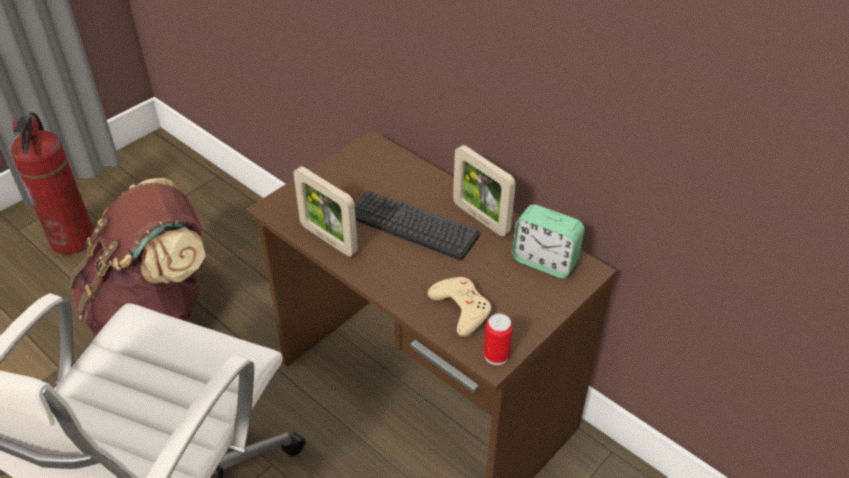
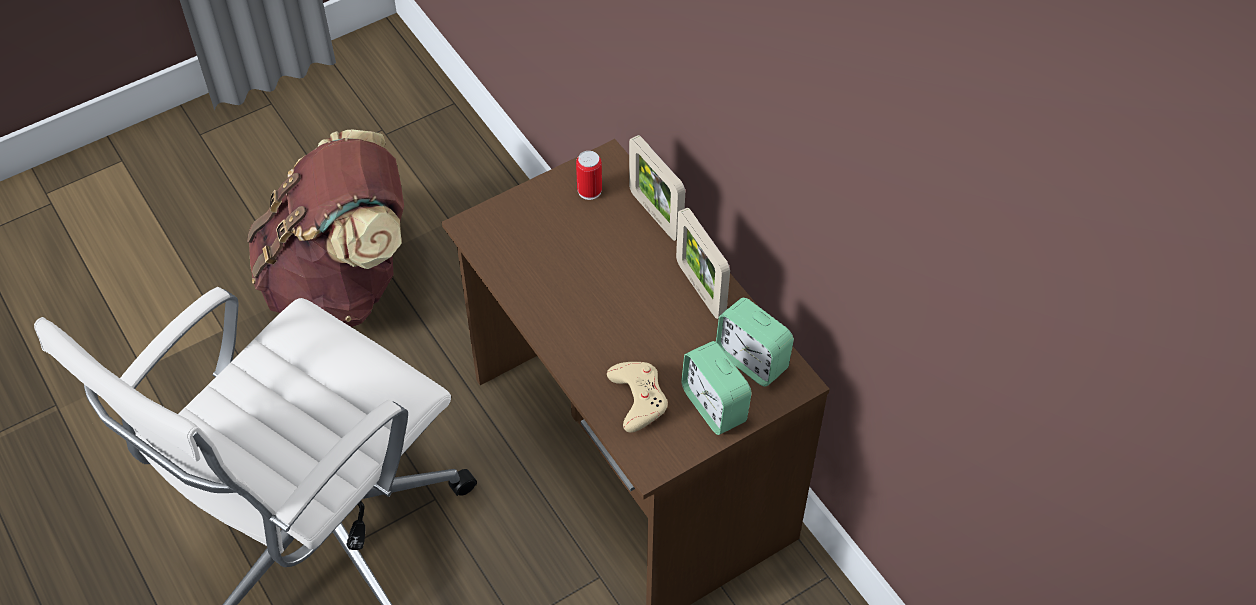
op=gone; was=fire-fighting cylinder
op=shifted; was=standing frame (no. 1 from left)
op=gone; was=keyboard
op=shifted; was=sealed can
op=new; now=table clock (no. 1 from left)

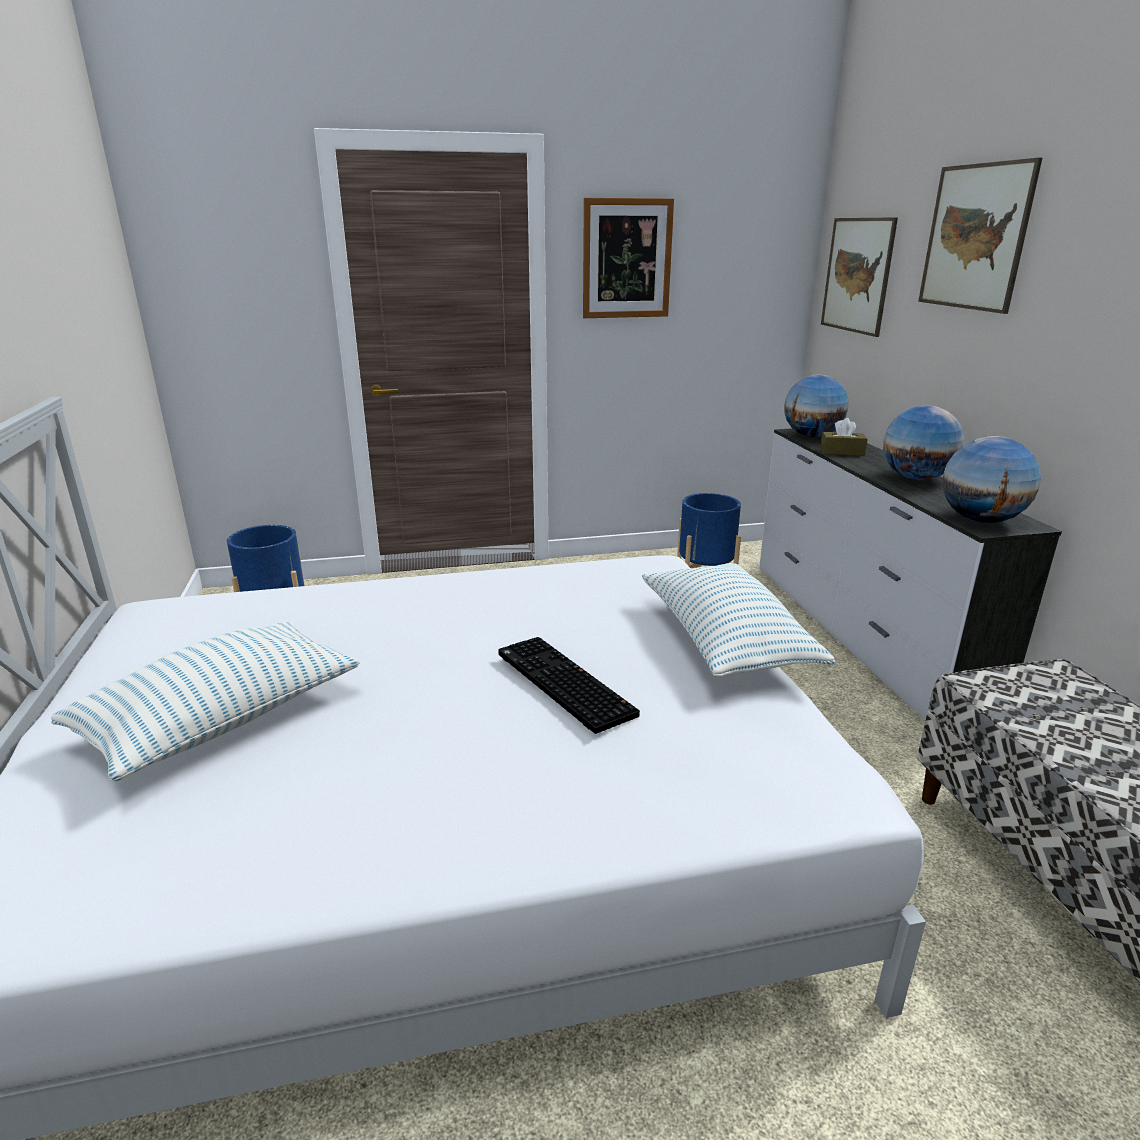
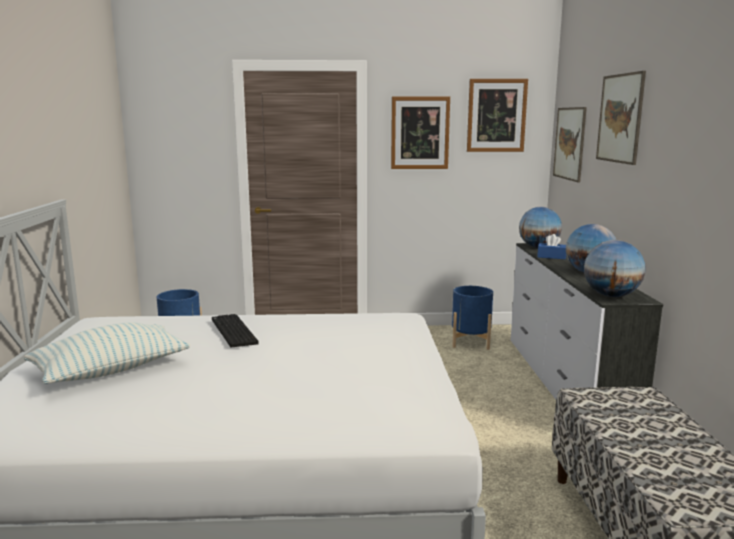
op=shifted; was=keyboard
op=gone; was=throw pillow (no. 2 from left)
op=repainted; was=brown tissue box; now=blue tissue box
op=new; now=wall picture (no. 2 from left)

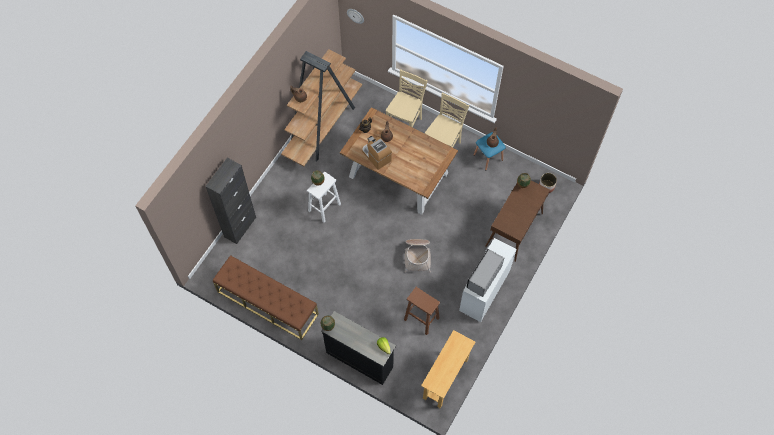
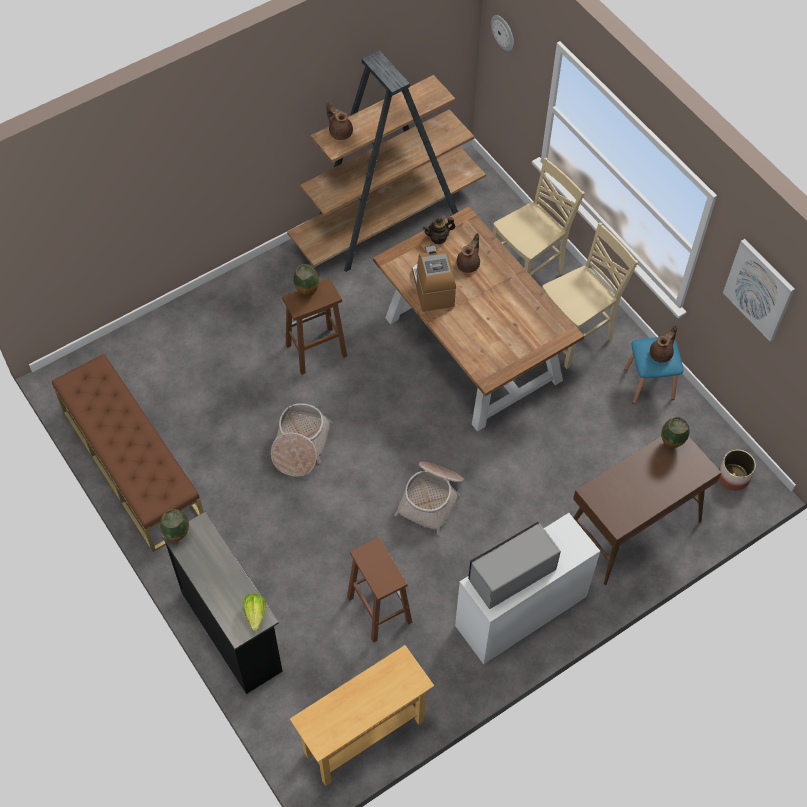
op=gone; was=black storage cabinet
op=repainted; was=whitish stool; now=brown stool (no. 1 from left)
op=new; now=household basket (no. 1 from left)
op=new; now=wall picture

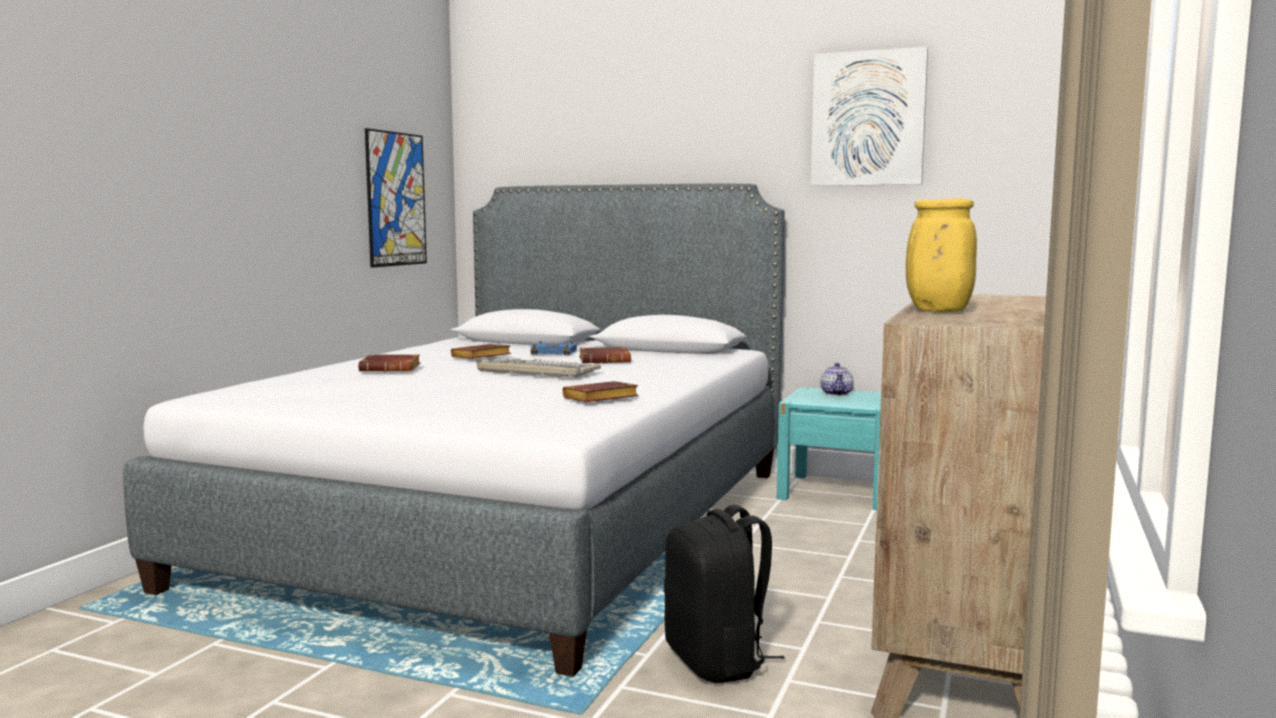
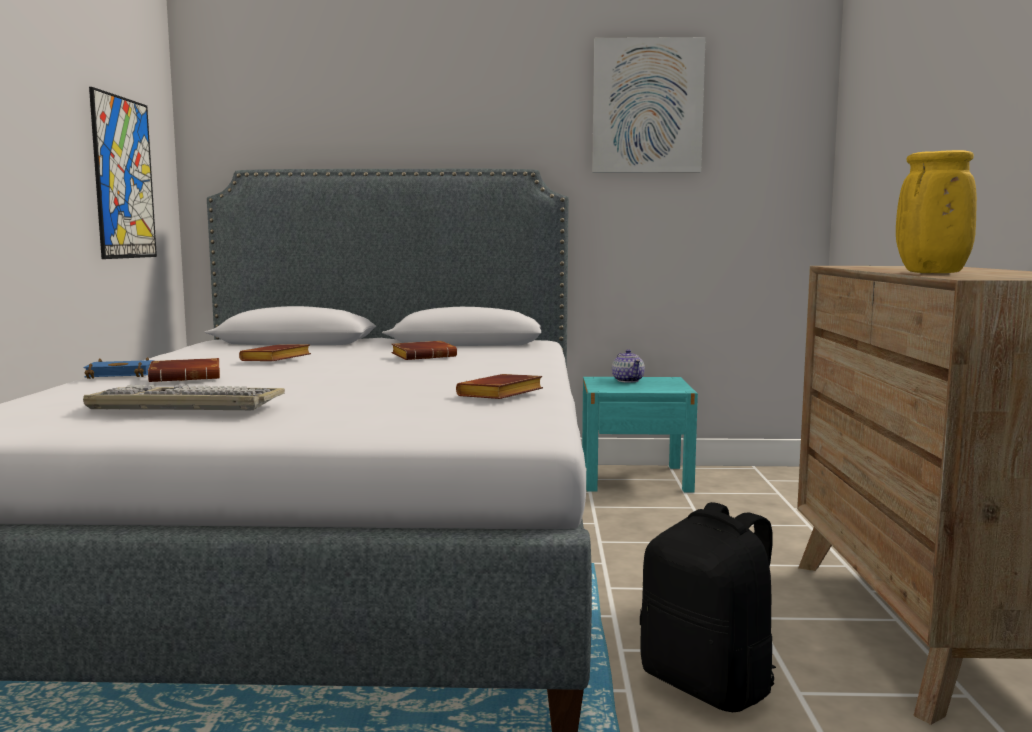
op=shifted; was=keyboard
op=shifted; was=blue volume

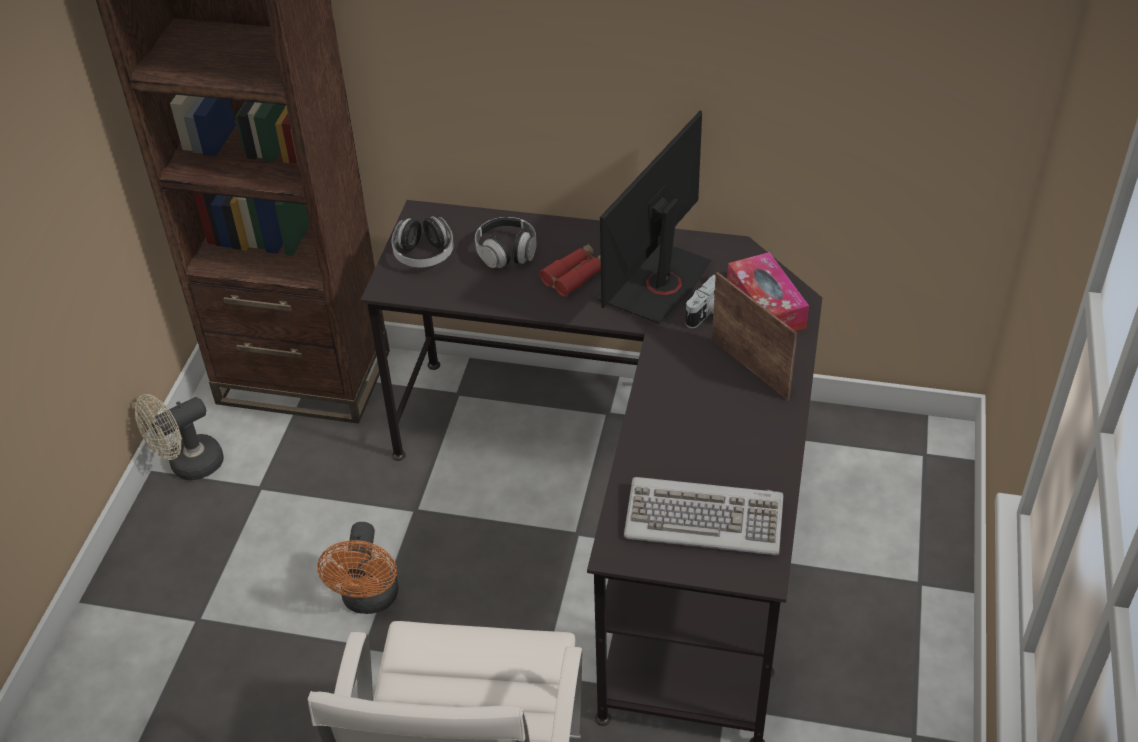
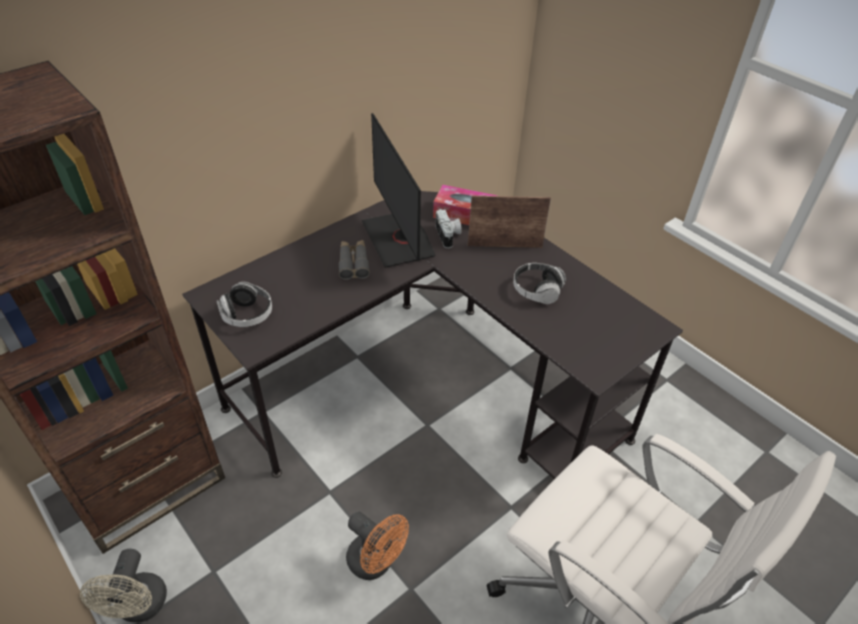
op=shifted; was=pair of headphones (no. 2 from left)
op=repainted; was=reddish pair of binoculars; now=greyish pair of binoculars
op=gone; was=keyboard

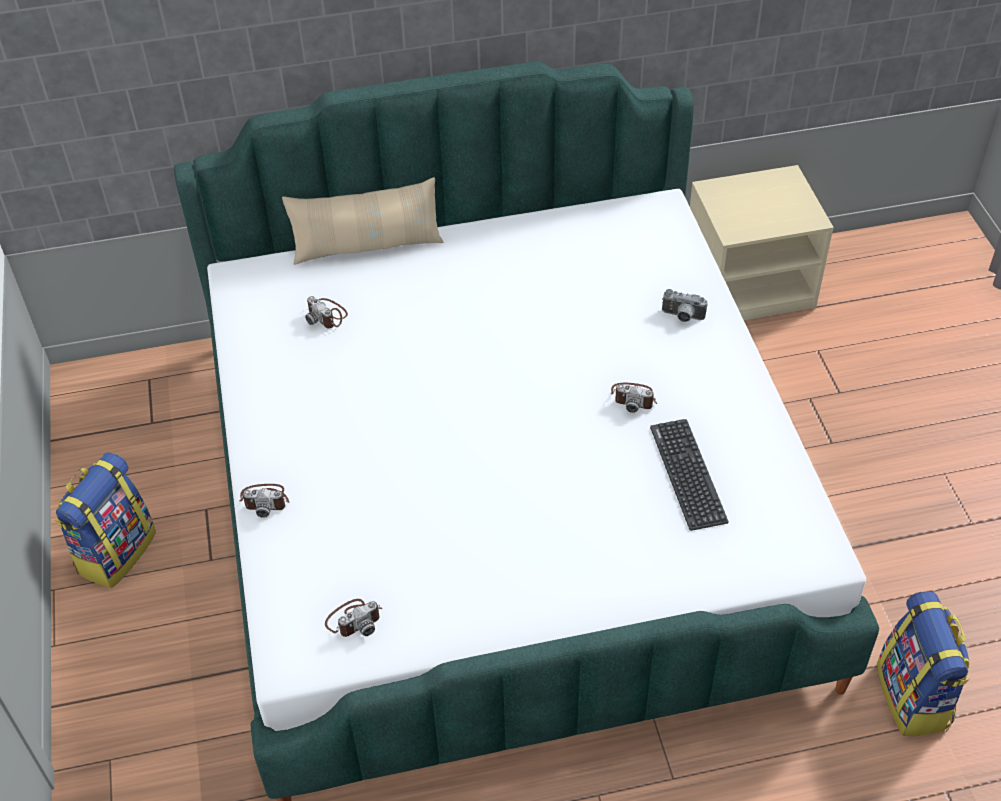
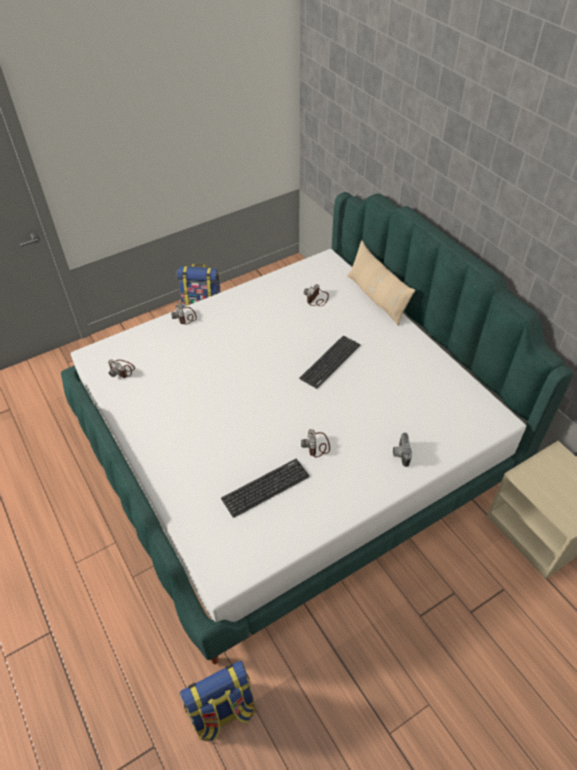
op=new; now=keyboard (no. 2 from left)

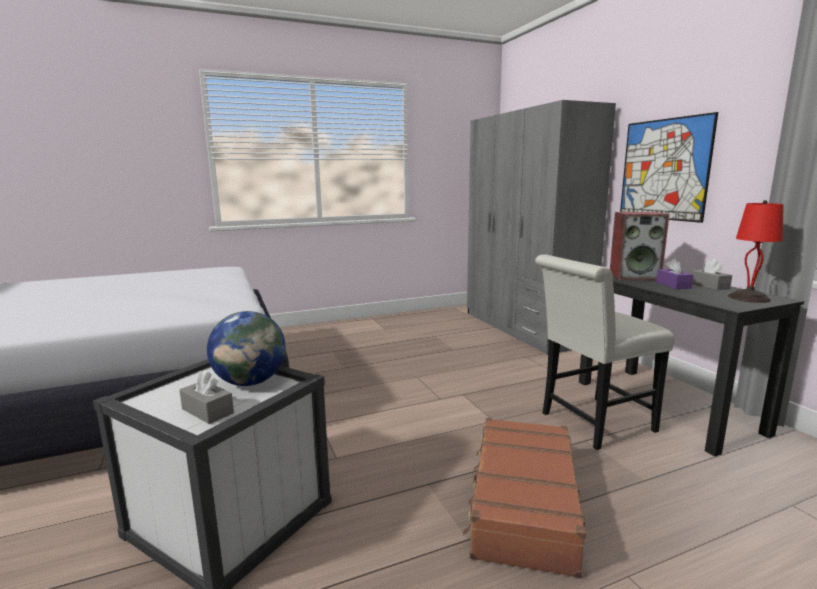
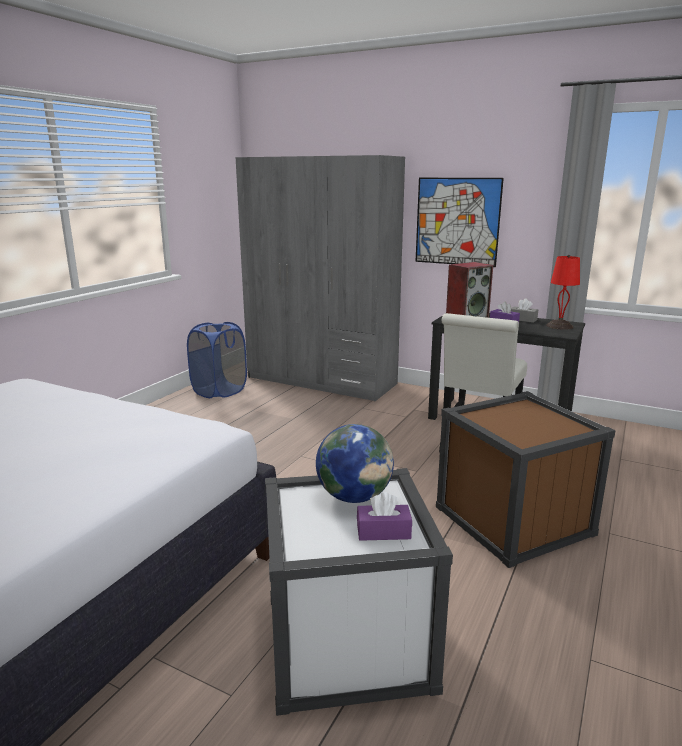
op=repainted; was=greyish tissue box (no. 1 from left); now=purple tissue box (no. 1 from left)
op=swapped; was=brown travel case; now=brown storage box
op=new; now=blue hamper

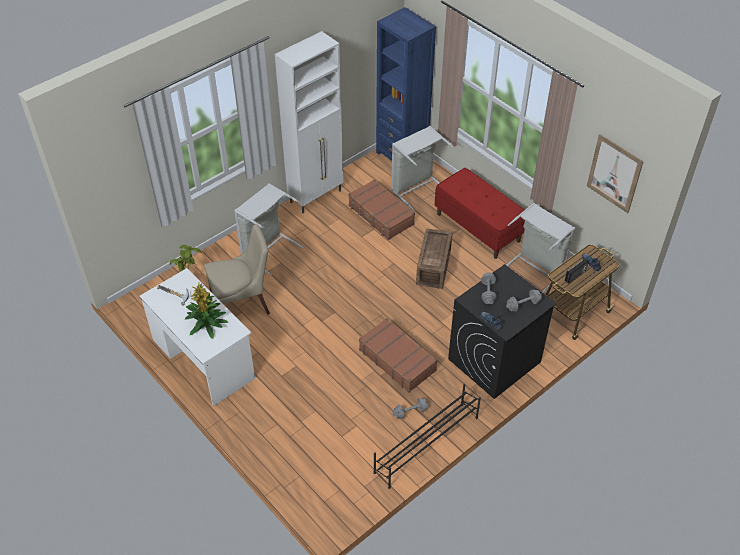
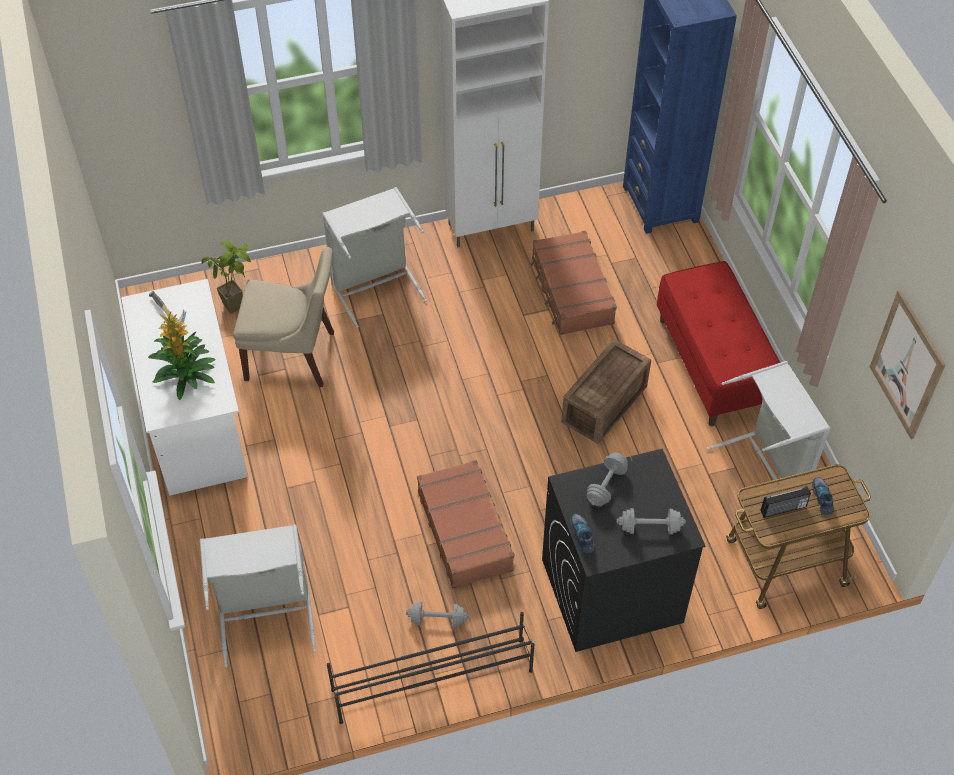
op=shifted; was=greyish hamper (no. 2 from left in the first image); now=greyish hamper (no. 1 from left)

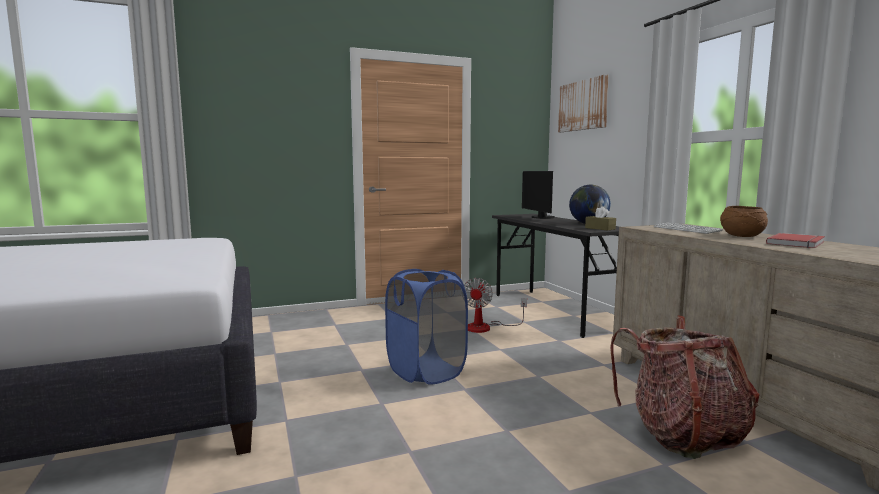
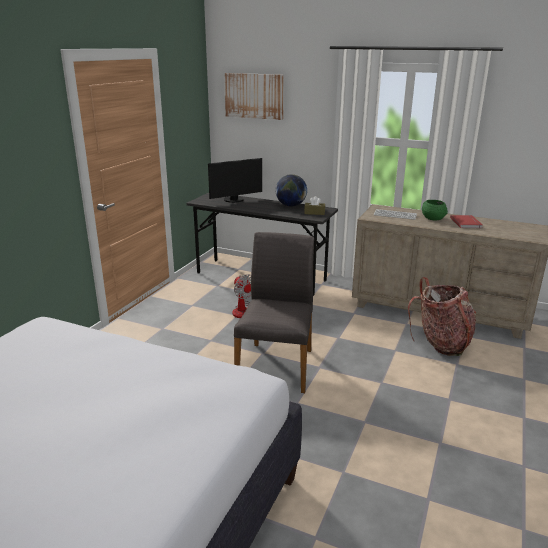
op=swapped; was=blue hamper; now=greyish upright chair
op=rotated; was=monitor; clockwise=-60
op=repainted; was=brown deep dish; now=green-coloured deep dish

